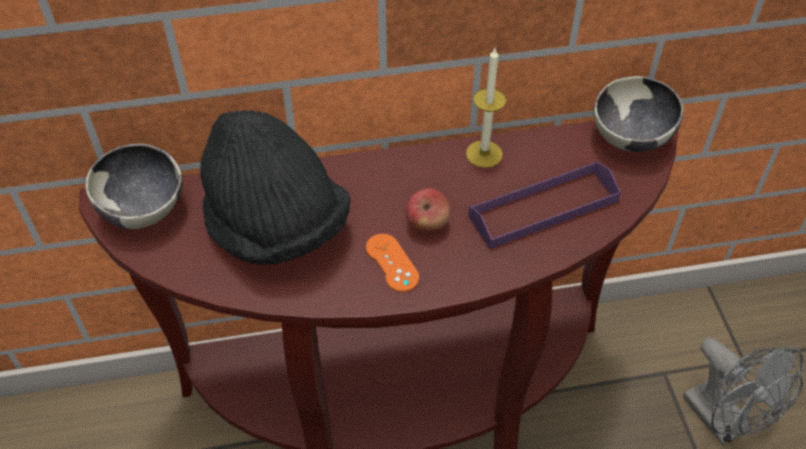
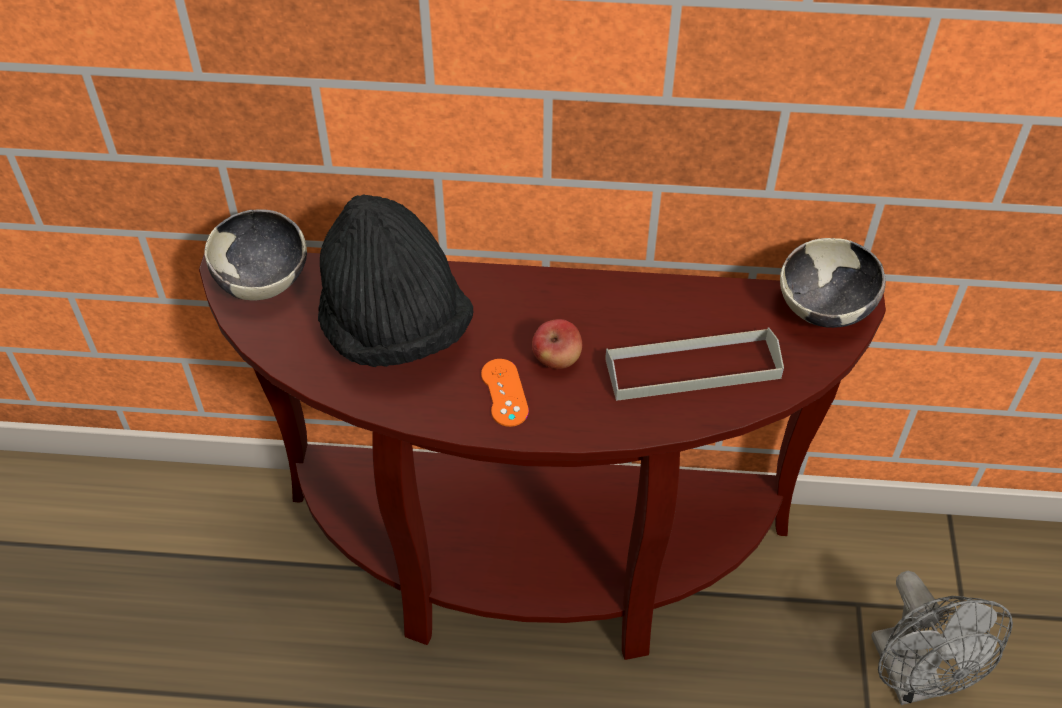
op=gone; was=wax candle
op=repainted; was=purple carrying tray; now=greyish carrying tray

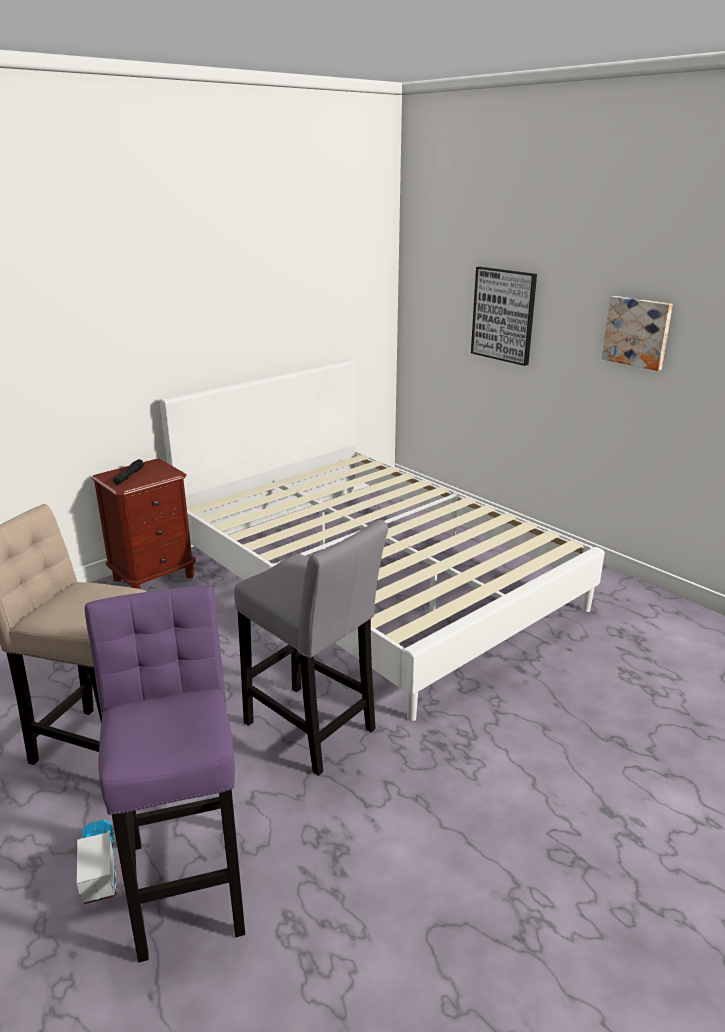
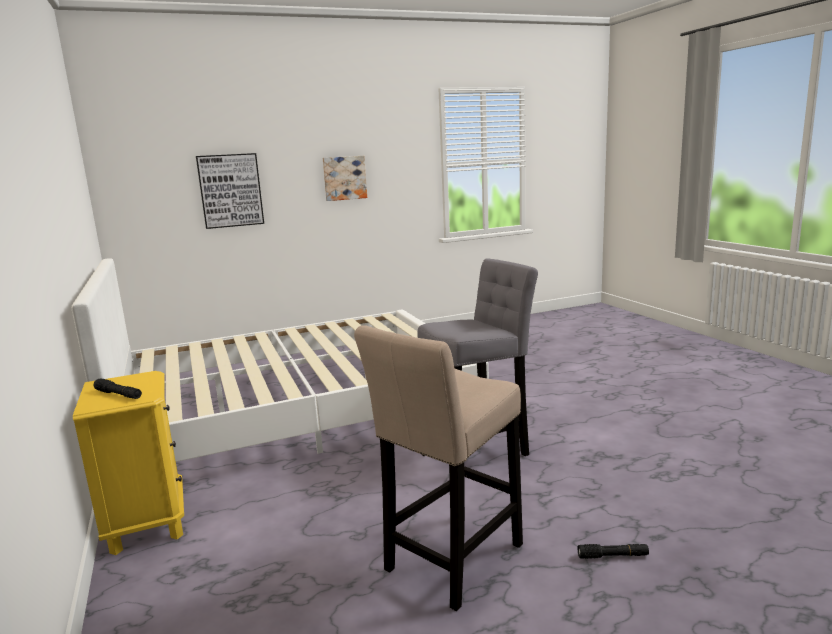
op=swapped; was=toy lorry; now=black torch (no. 2 from left)
op=gone; was=purple stool
op=repainted; was=brown nightstand; now=yellowish nightstand

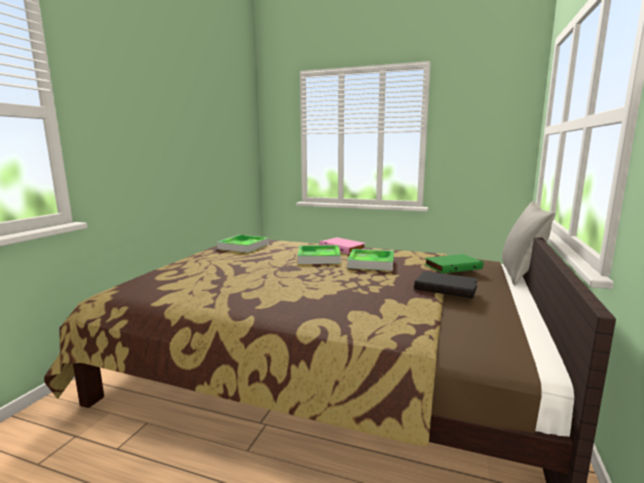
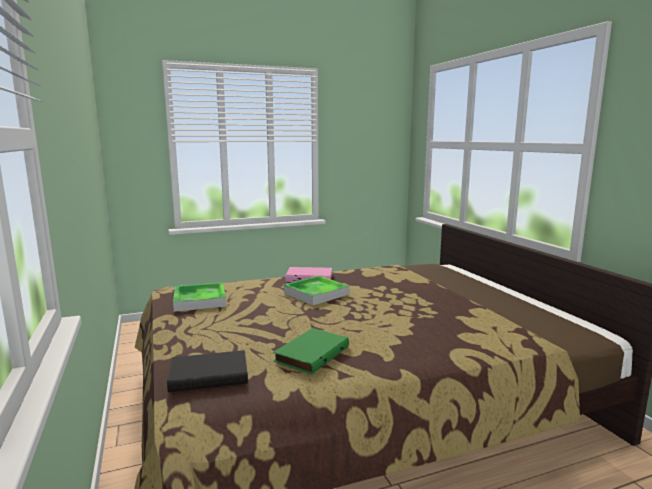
op=gone; was=carrying tray (no. 3 from left)
op=shifted; was=black volume
op=shifted; was=green-coloured volume
op=gone; was=greyish throw pillow

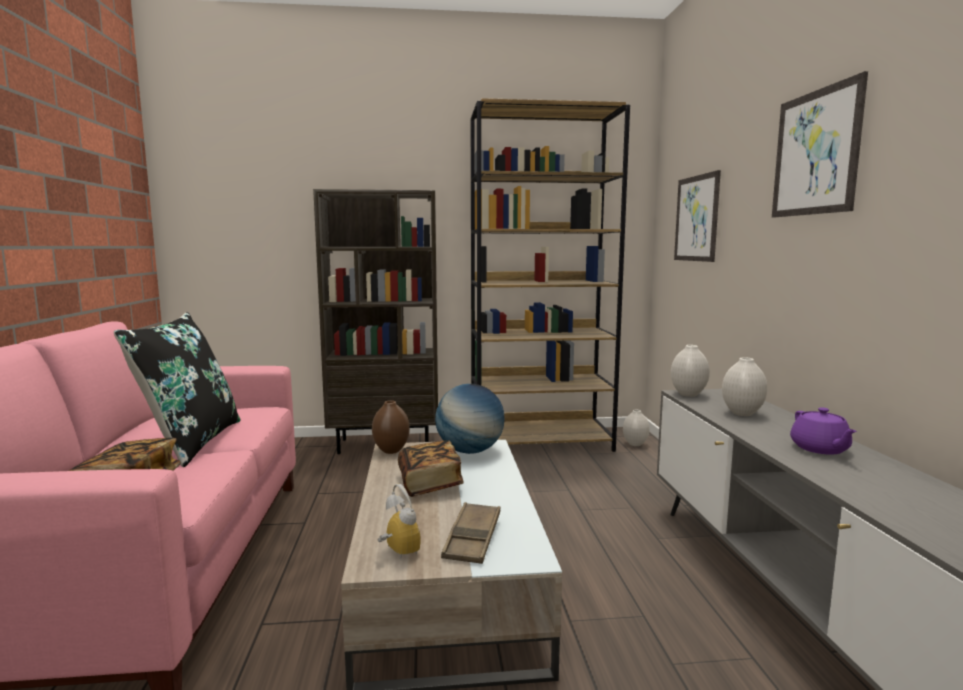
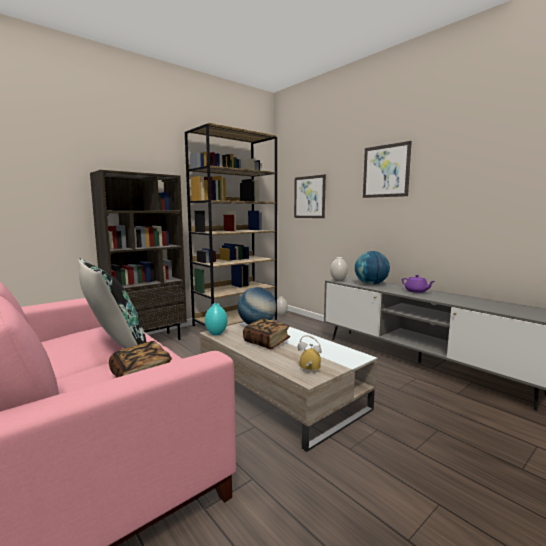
op=repainted; was=brown decorative vase; now=blue-green decorative vase
op=gone; was=brown carrying tray
op=swapped; was=whitish decorative vase (no. 3 from left); now=globe (no. 2 from left)

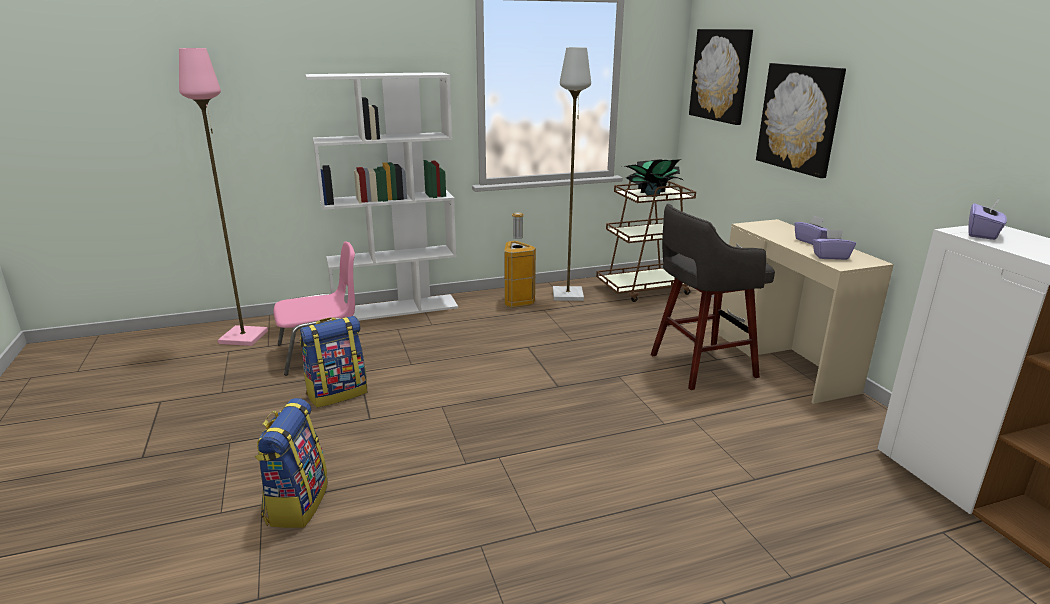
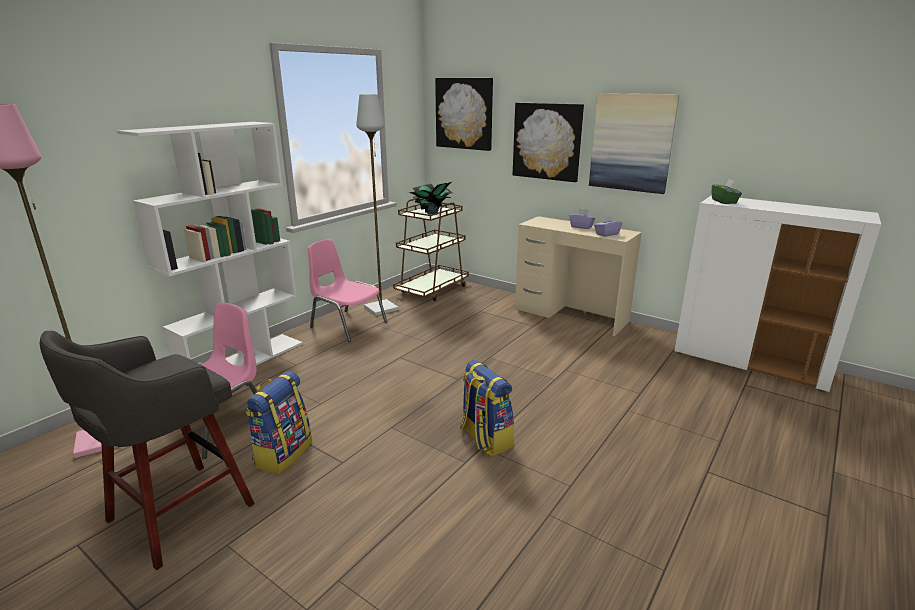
op=shifted; was=knapsack (no. 1 from left in the first image); now=knapsack (no. 2 from left)
op=swapped; was=waste bin; now=pinkish upright chair (no. 2 from left)
op=shifted; was=greyish stool
op=repainted; was=purple tissue box (no. 3 from left); now=green-coloured tissue box
op=new; now=wall picture (no. 3 from left)

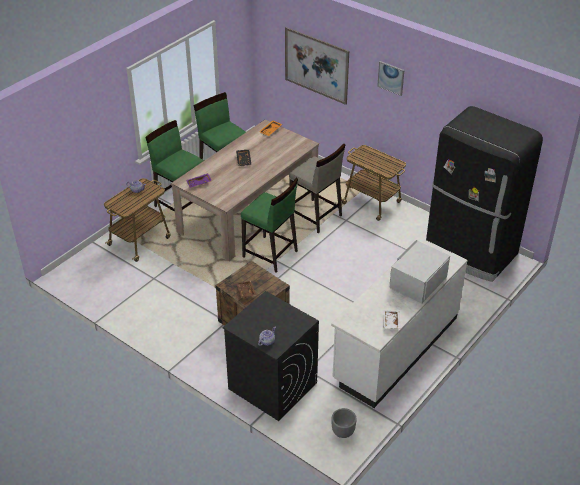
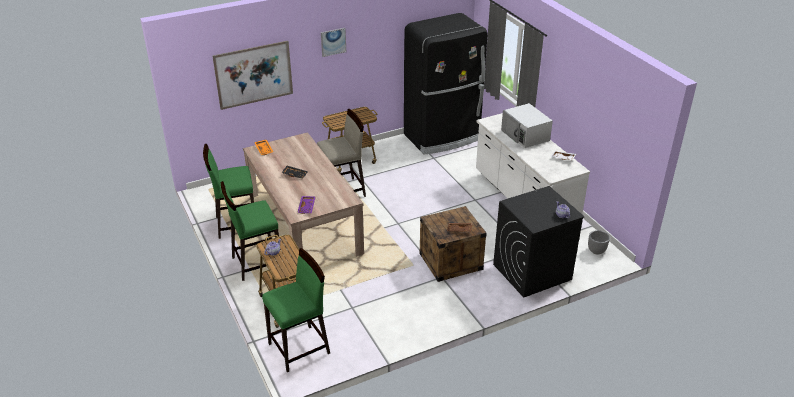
op=shifted; was=green-coloured stool (no. 3 from left)

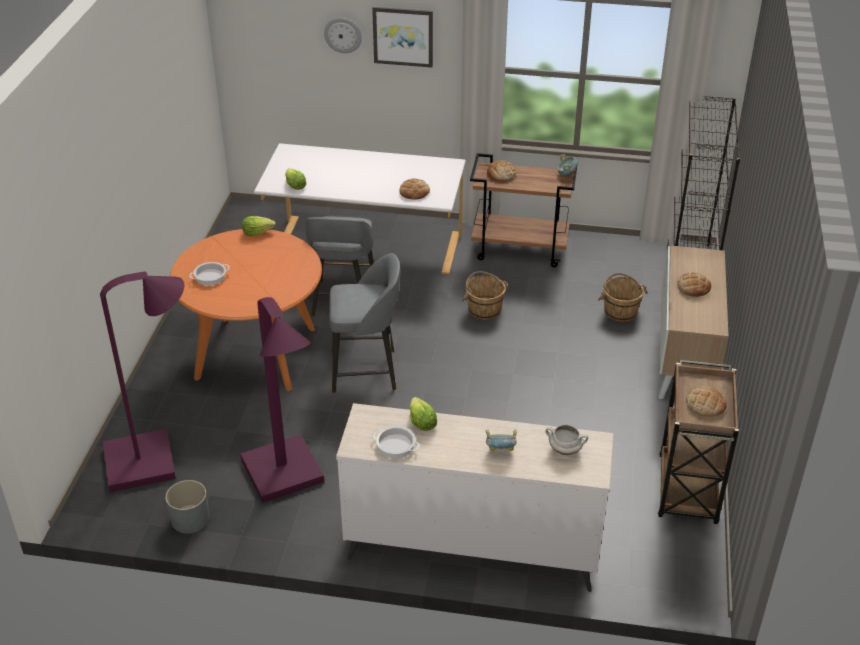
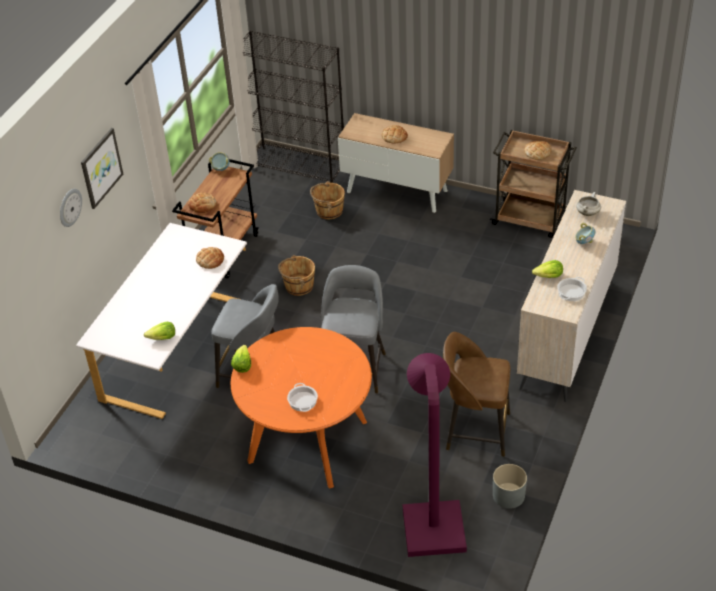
op=swapped; was=purple standing lamp (no. 2 from left); now=brown stool

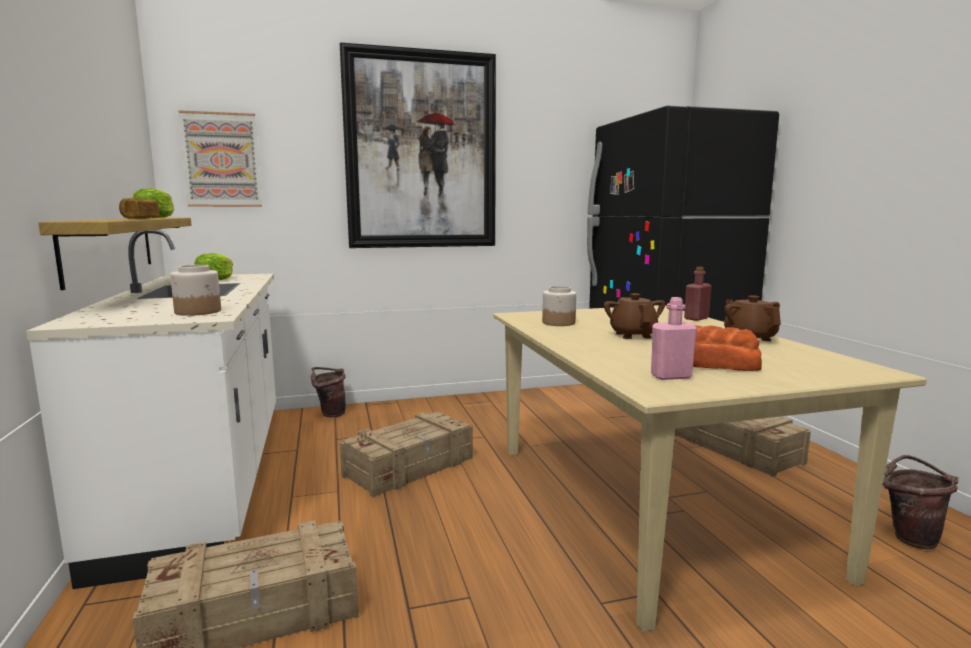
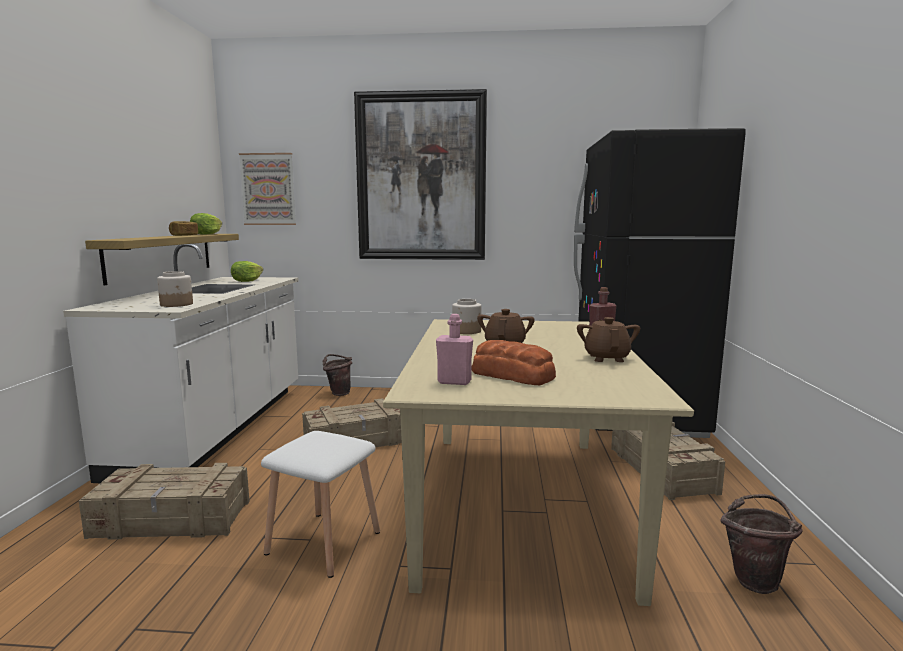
op=new; now=whitish stool

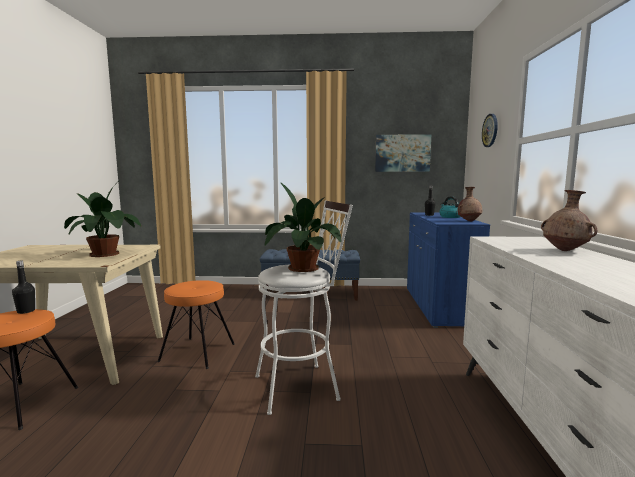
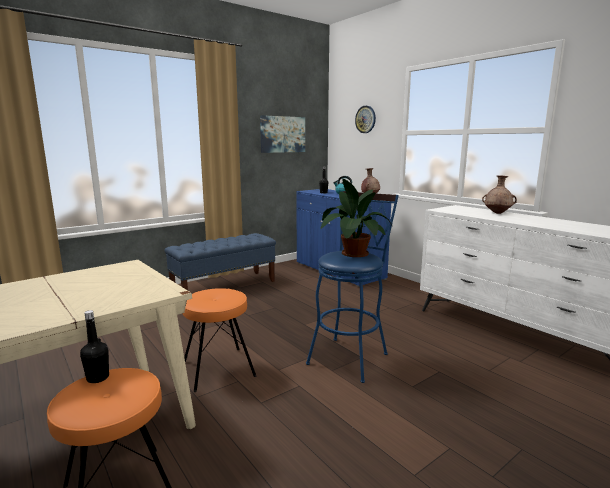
op=gone; was=plant in a pot (no. 1 from left)
op=repainted; was=whitish stool; now=blue stool

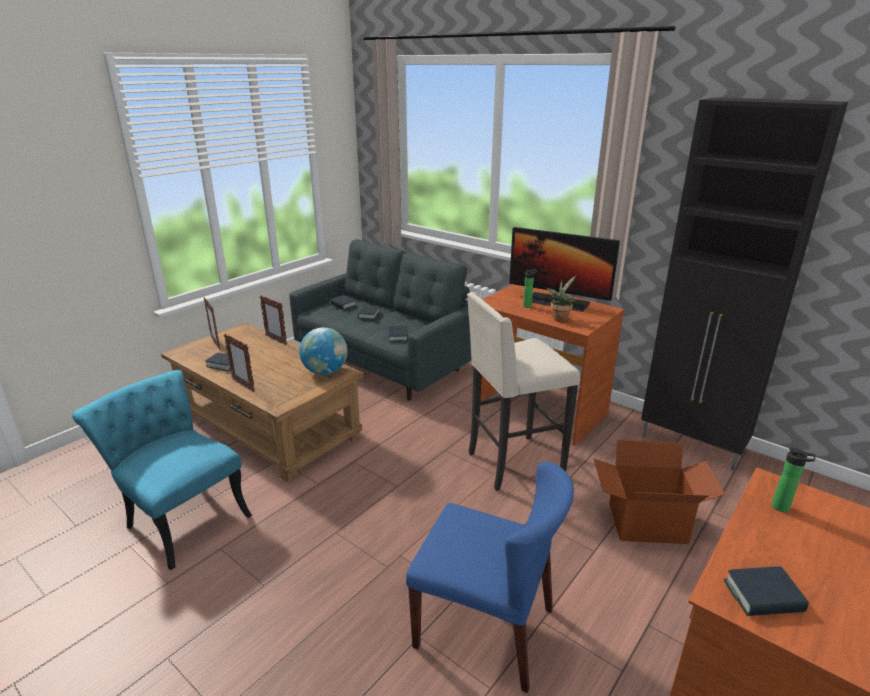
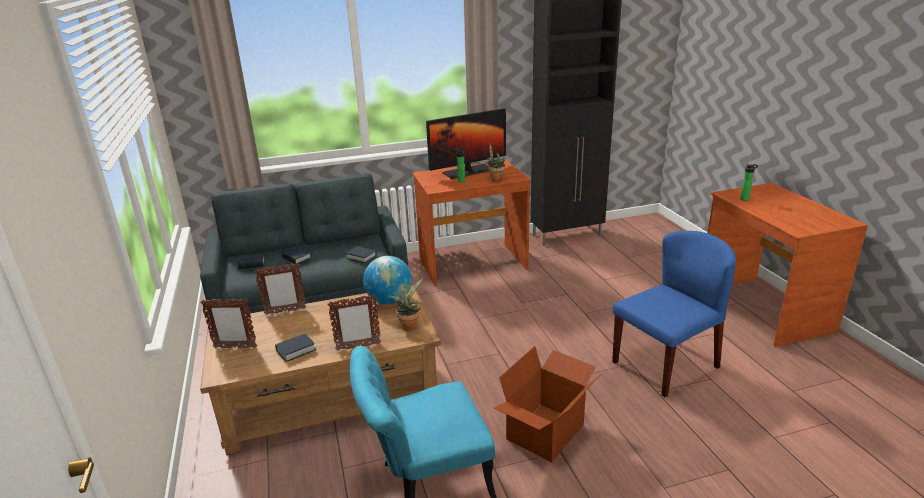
op=gone; was=beige stool
op=shifted; was=cardboard box
op=gone; was=volume (no. 5 from left)
op=new; now=plant in a pot (no. 1 from left)

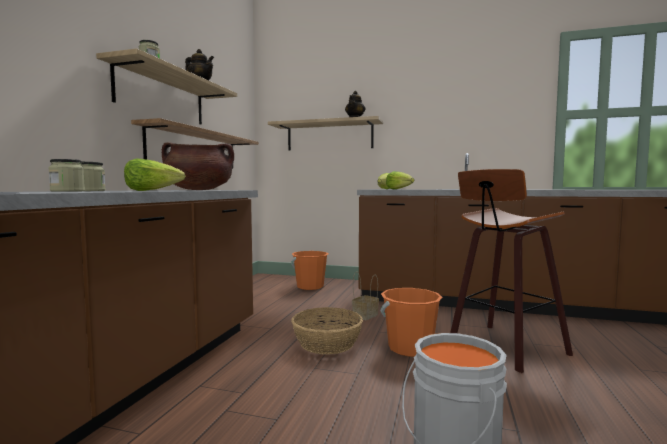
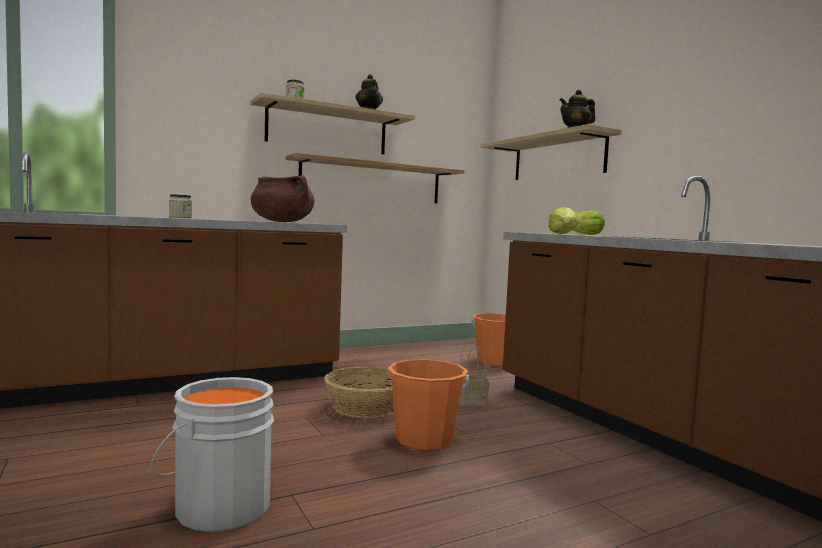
op=gone; was=jar (no. 1 from left)
op=gone; was=head of lettuce (no. 1 from left)
op=gone; was=stool

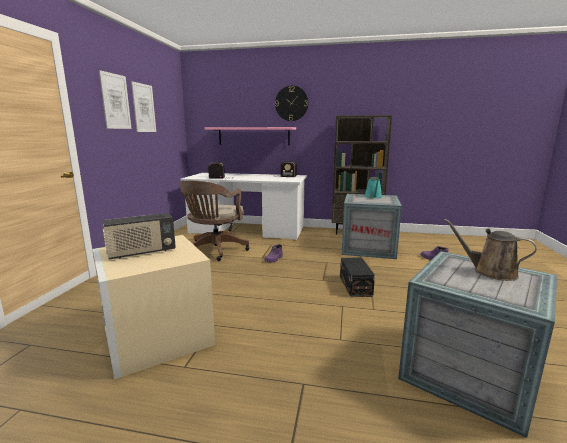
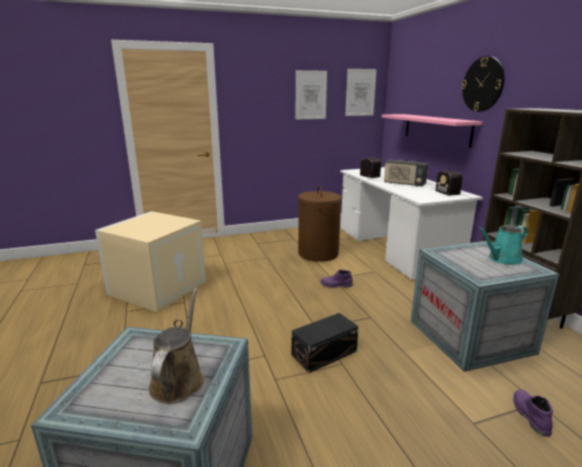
op=shifted; was=wall picture (no. 1 from left in the first image); now=wall picture (no. 2 from left)
op=shifted; was=radio set (no. 1 from left in the first image); now=radio set (no. 2 from left)
op=swapped; was=brown computer chair; now=brown hamper

